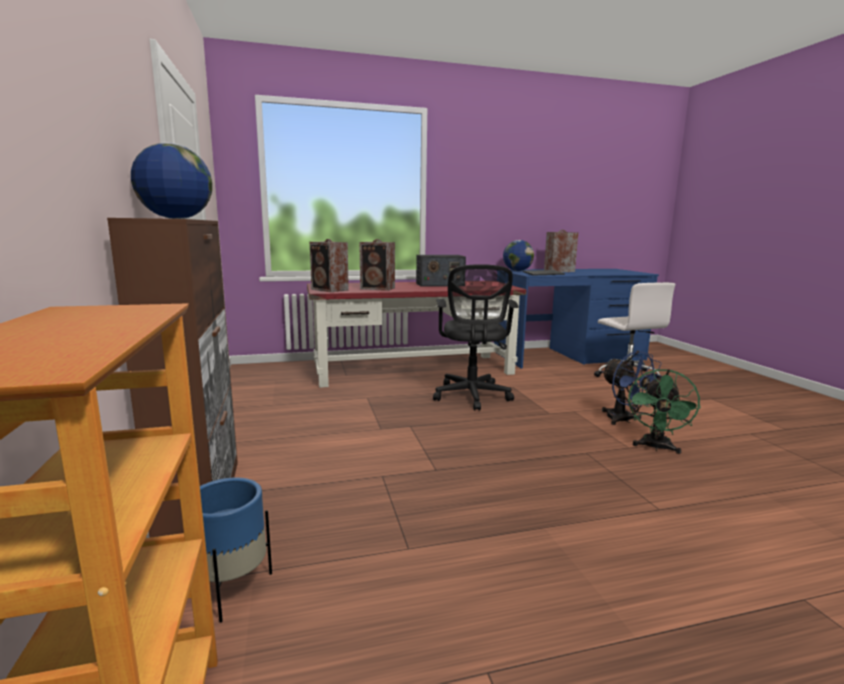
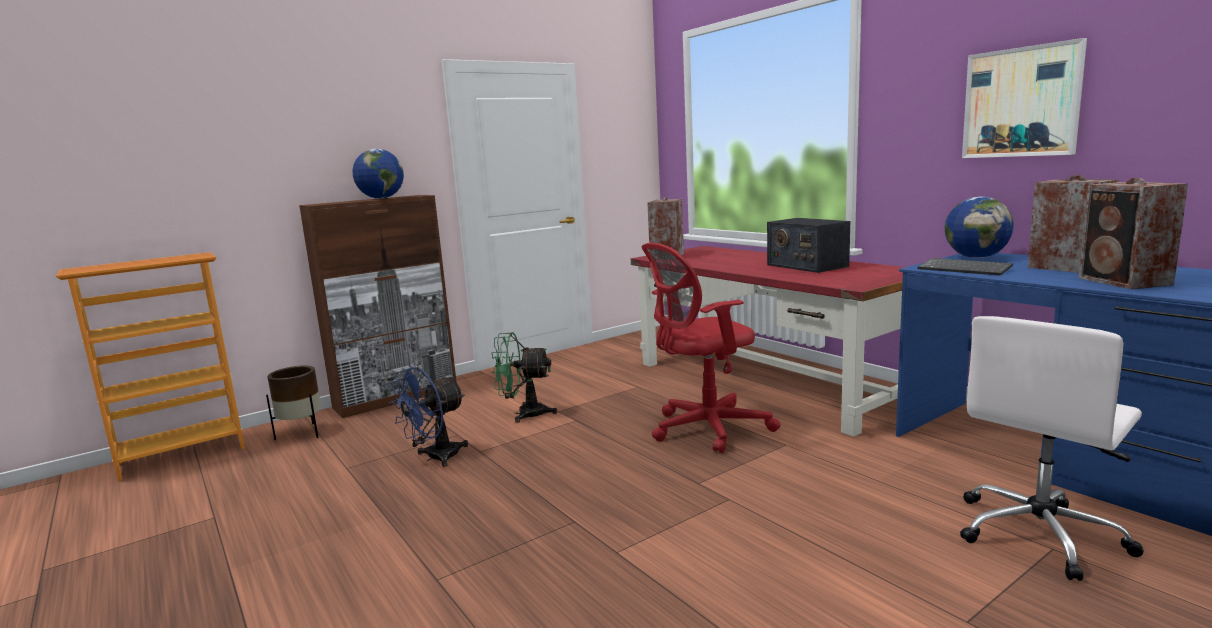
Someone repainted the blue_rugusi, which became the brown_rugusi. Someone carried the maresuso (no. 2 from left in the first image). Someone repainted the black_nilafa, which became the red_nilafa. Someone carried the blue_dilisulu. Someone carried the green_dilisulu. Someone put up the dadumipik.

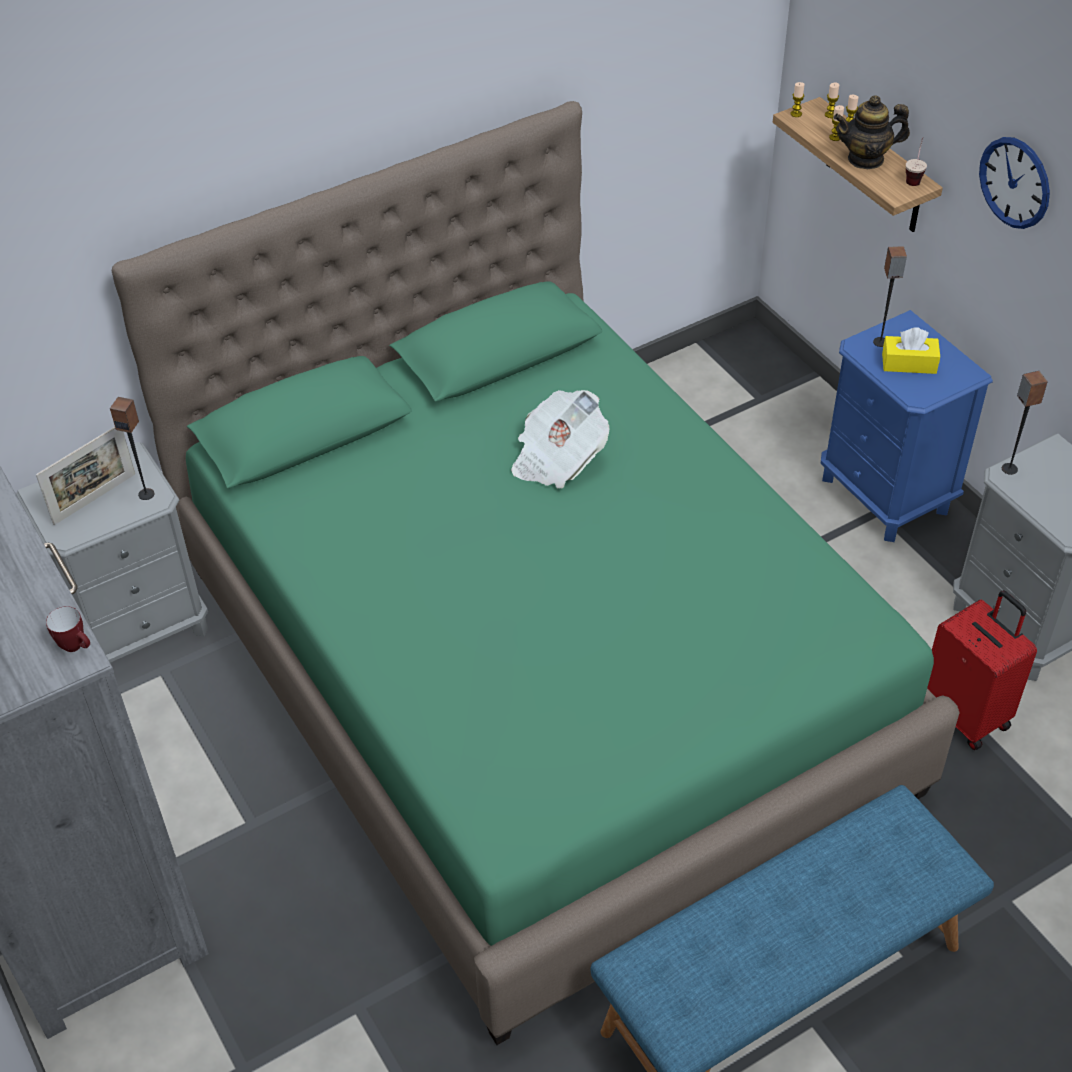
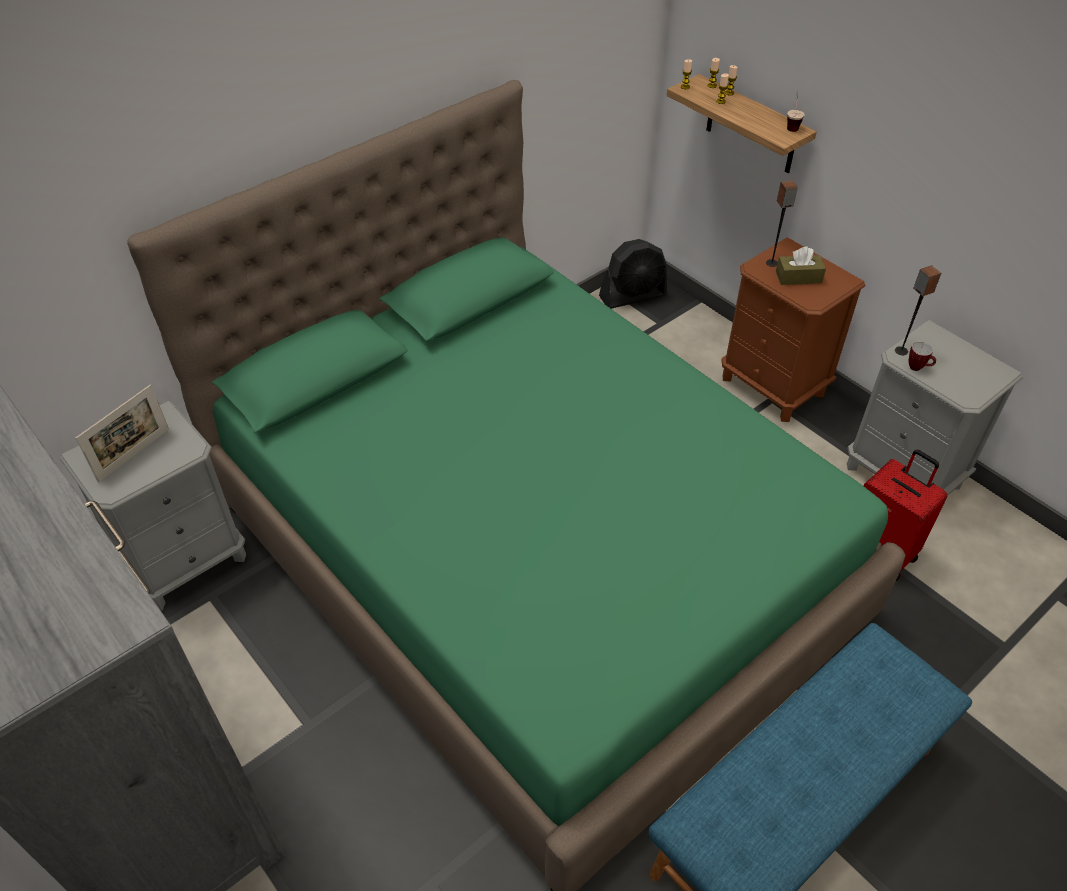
Someone carried the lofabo. Someone took away the maresuso (no. 1 from left). Someone took away the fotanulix. Someone repainted the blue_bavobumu, which became the brown_bavobumu. Someone took away the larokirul. Someone repainted the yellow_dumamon, which became the brown_dumamon. Someone took away the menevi. Someone put down the black_dilisulu.

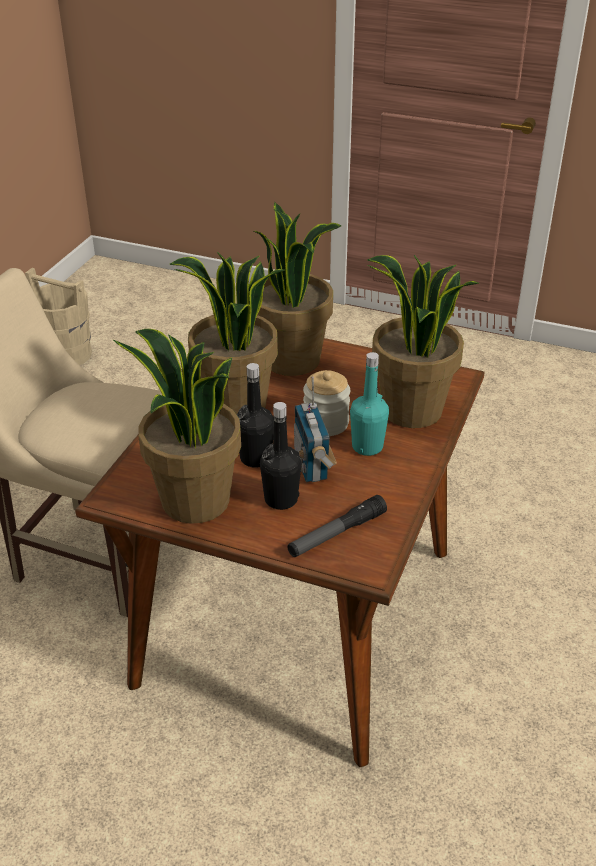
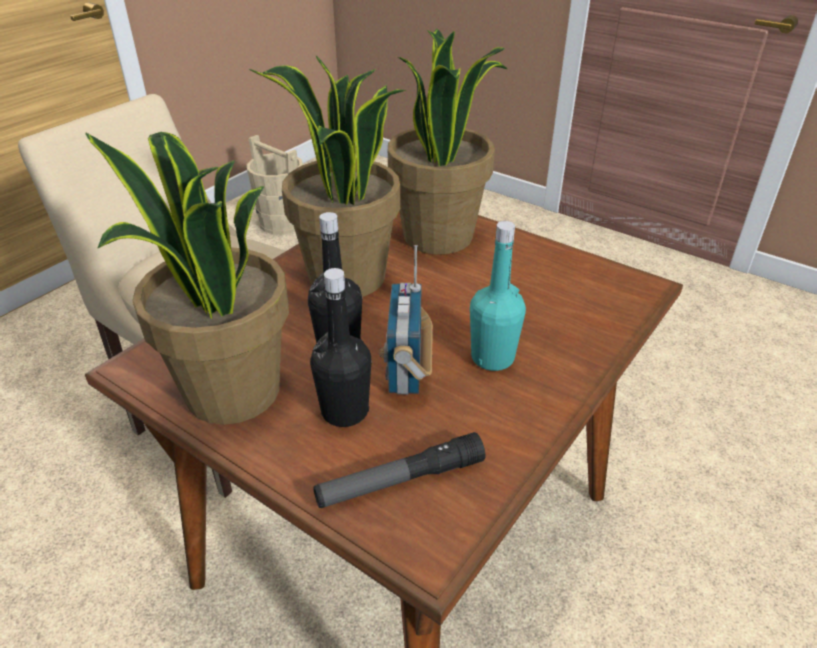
Someone took away the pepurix. Someone took away the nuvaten (no. 4 from left).

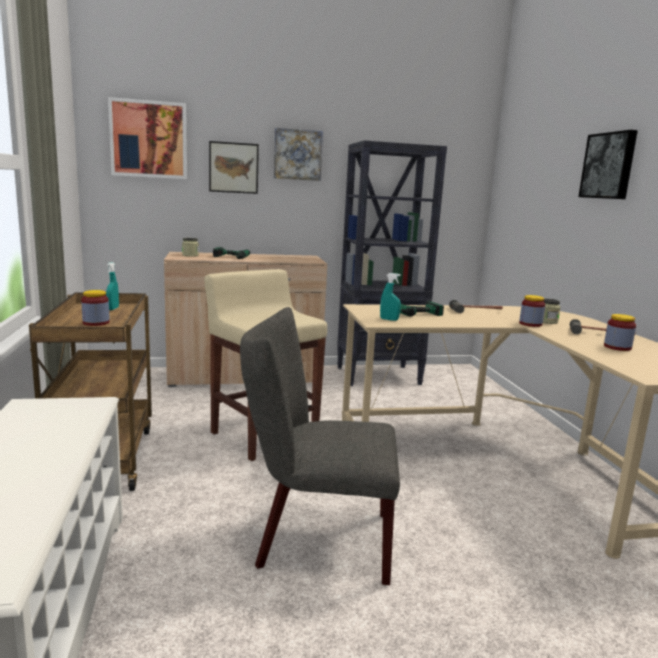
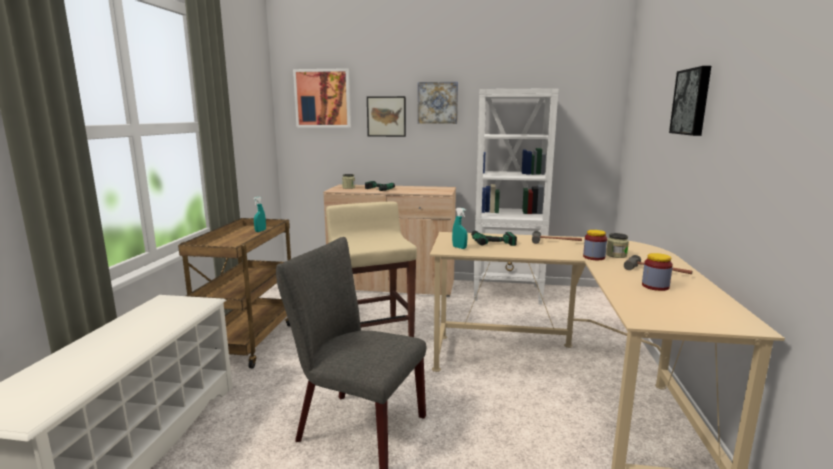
Someone took away the pepurix (no. 1 from left). Someone repainted the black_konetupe, which became the white_konetupe.

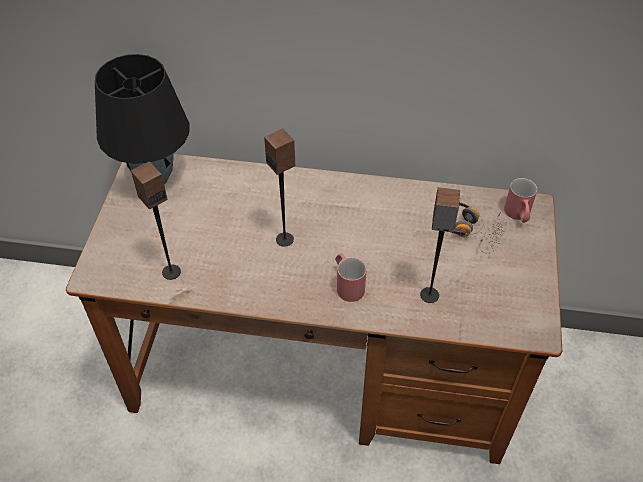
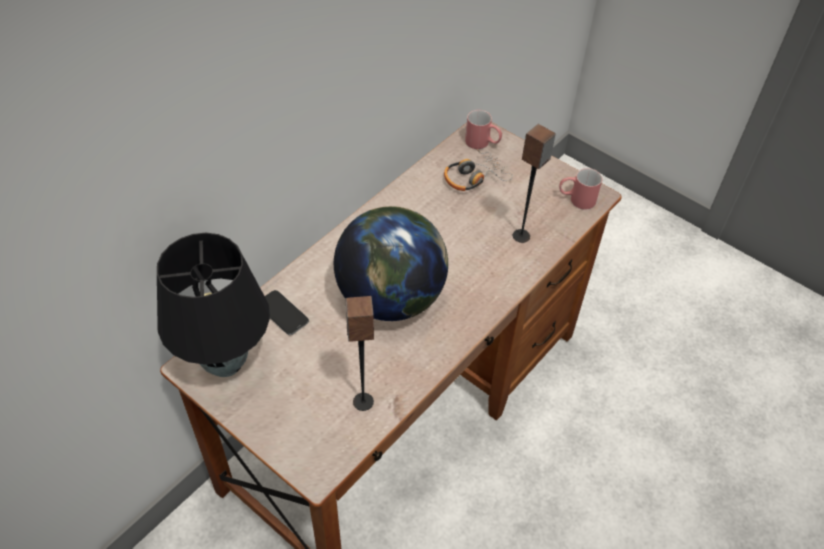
Someone swapped the maresuso (no. 2 from left) for the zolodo. Someone carried the red_lofabo (no. 1 from left in the first image). Someone put down the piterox.

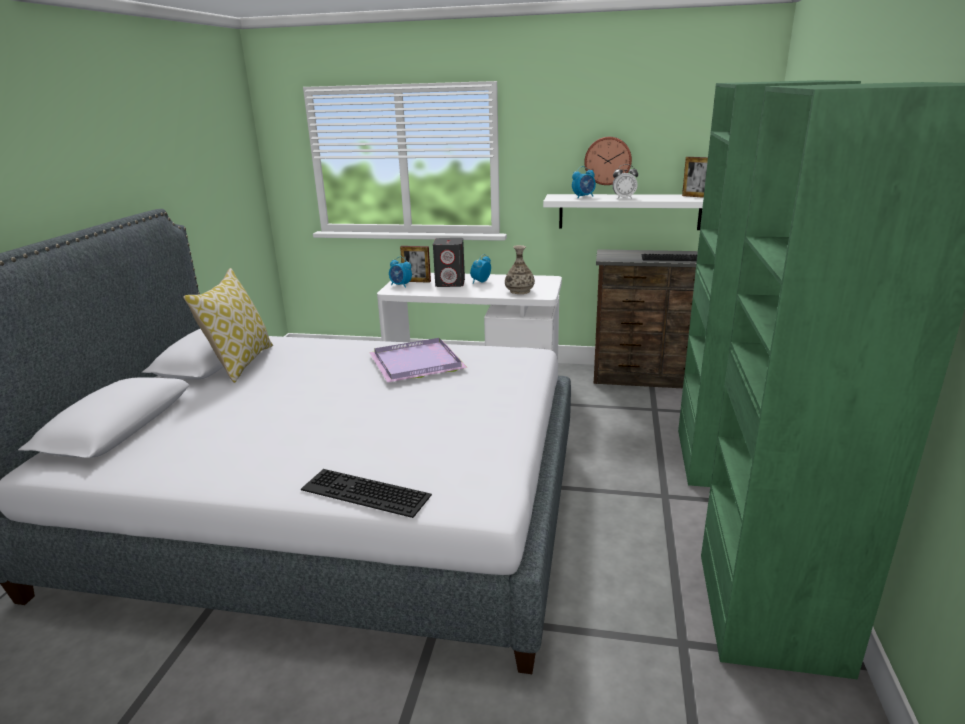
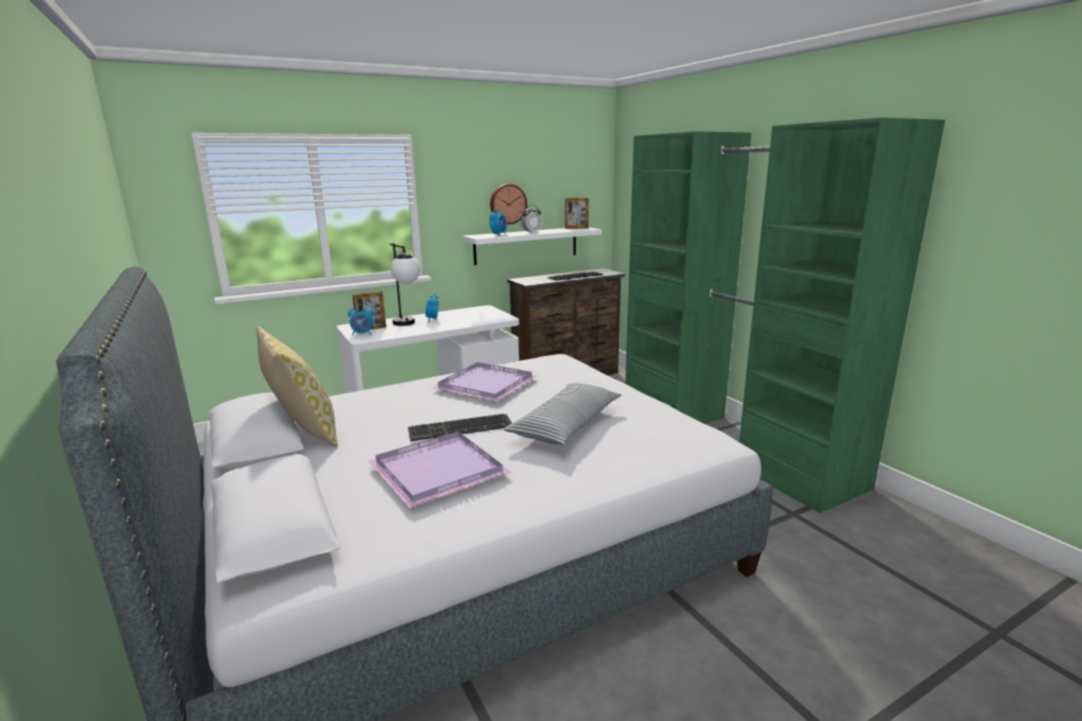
Someone carried the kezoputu (no. 1 from left). Someone swapped the grey_maresuso for the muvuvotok. Someone took away the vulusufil. Someone put down the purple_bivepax (no. 1 from left). Someone put down the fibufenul (no. 2 from left).

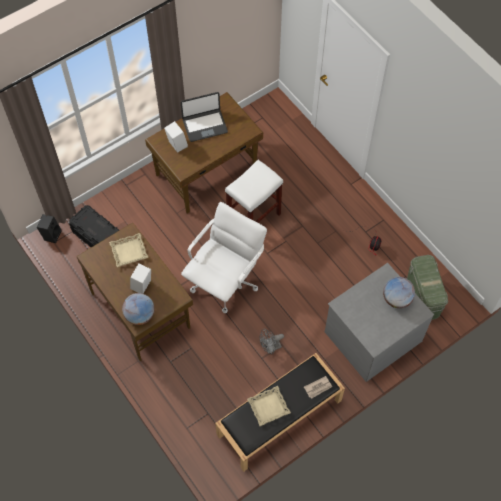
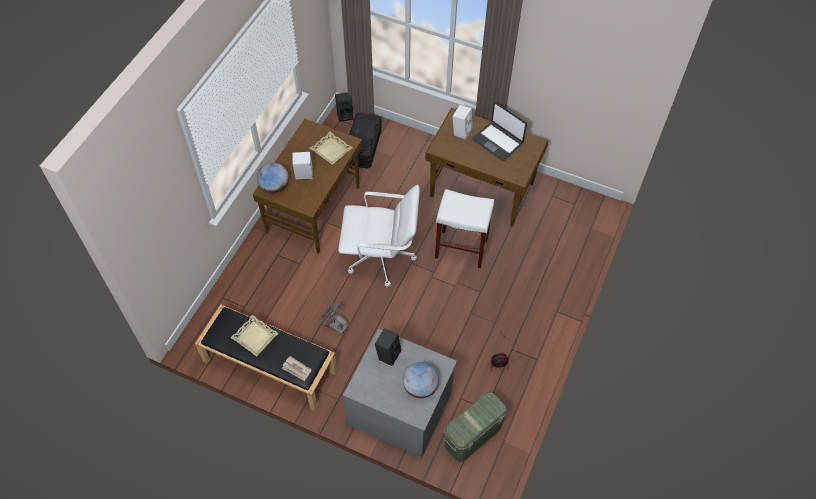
Someone put down the black_maresuso (no. 2 from left).

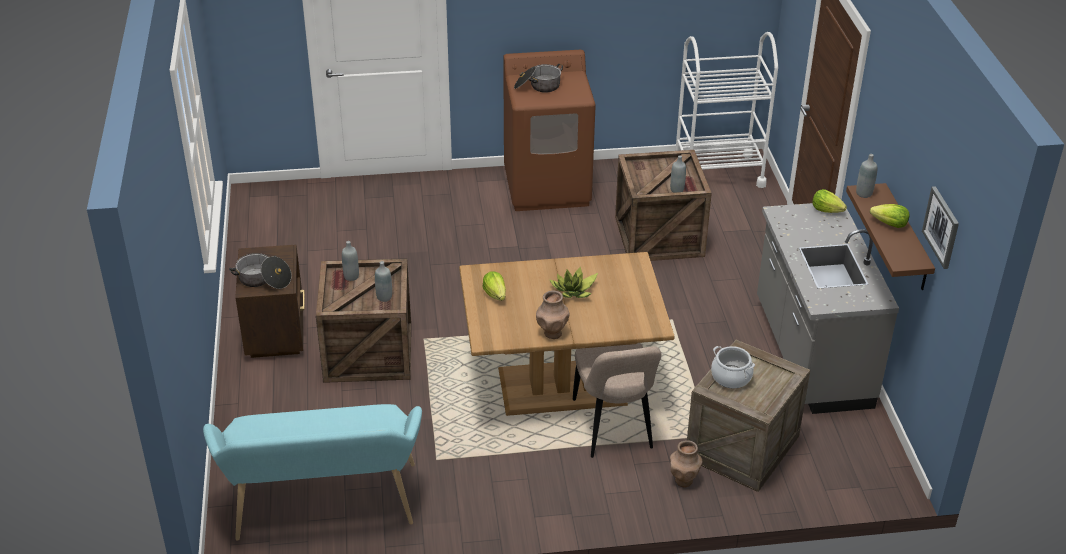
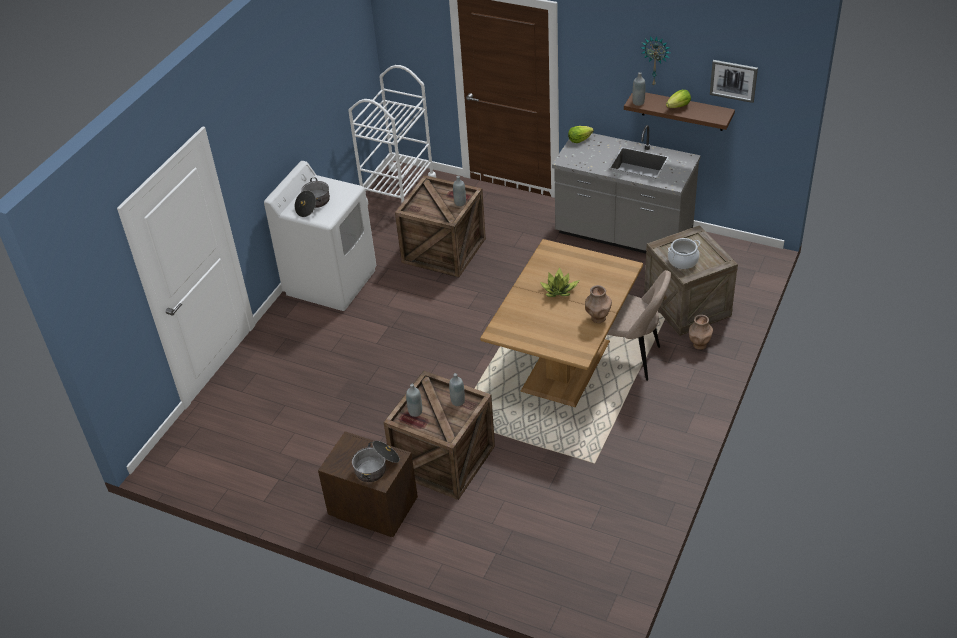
Someone took away the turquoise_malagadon. Someone took away the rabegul (no. 1 from left). Someone repainted the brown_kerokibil, which became the white_kerokibil. Someone put up the menevi.

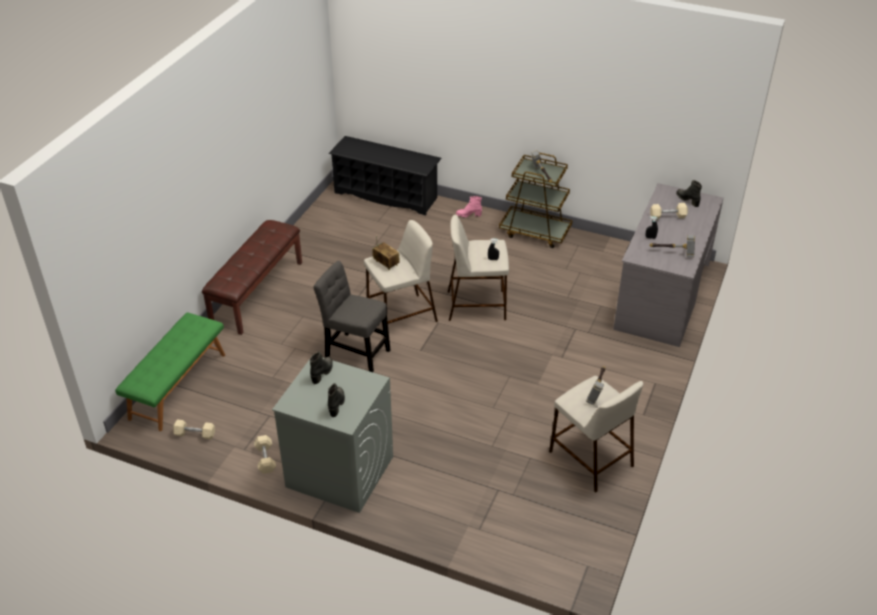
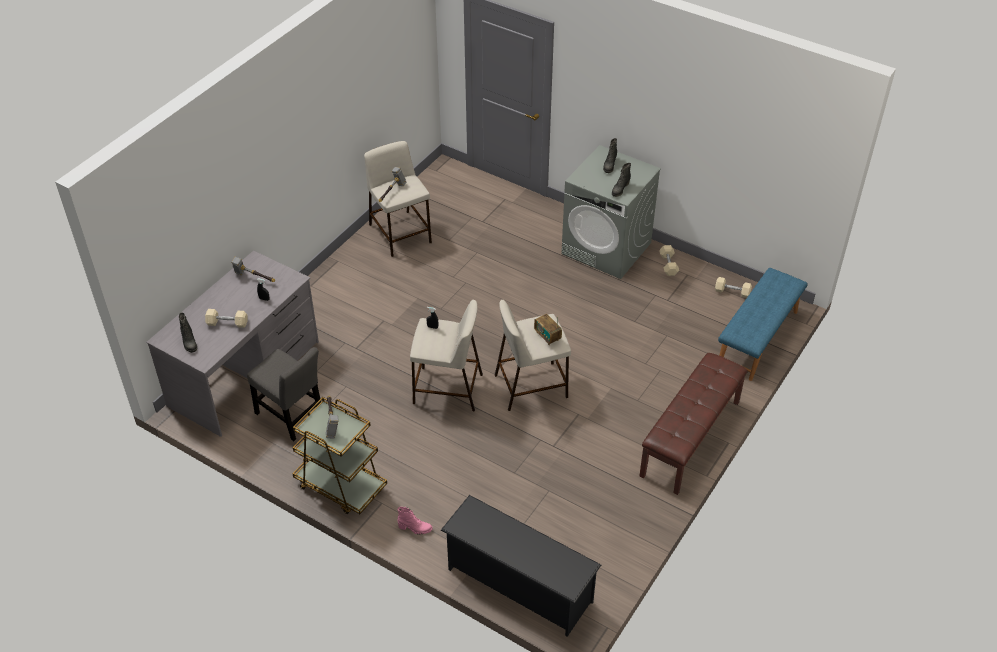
Someone repainted the green_malagadon, which became the blue_malagadon. Someone carried the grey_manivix.

